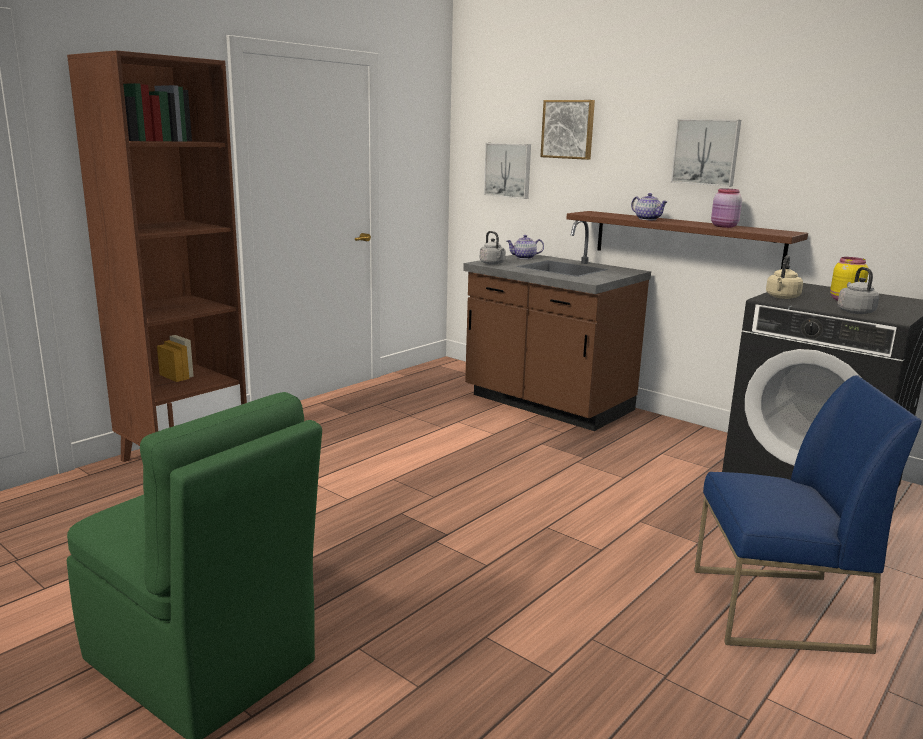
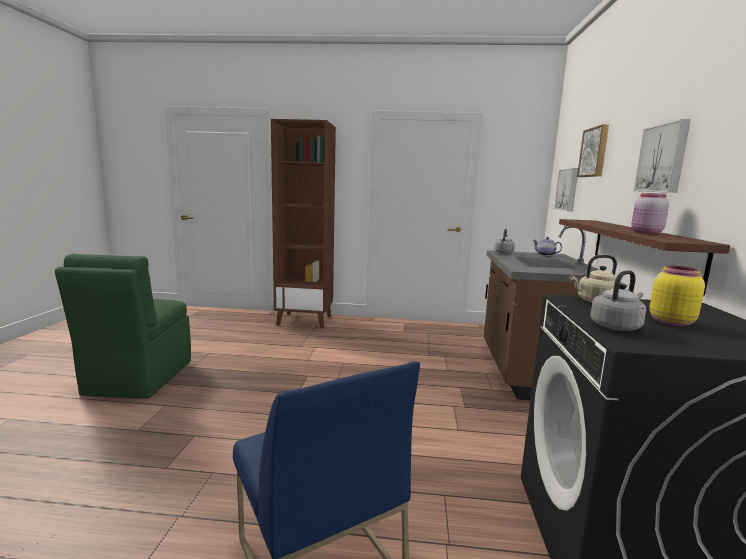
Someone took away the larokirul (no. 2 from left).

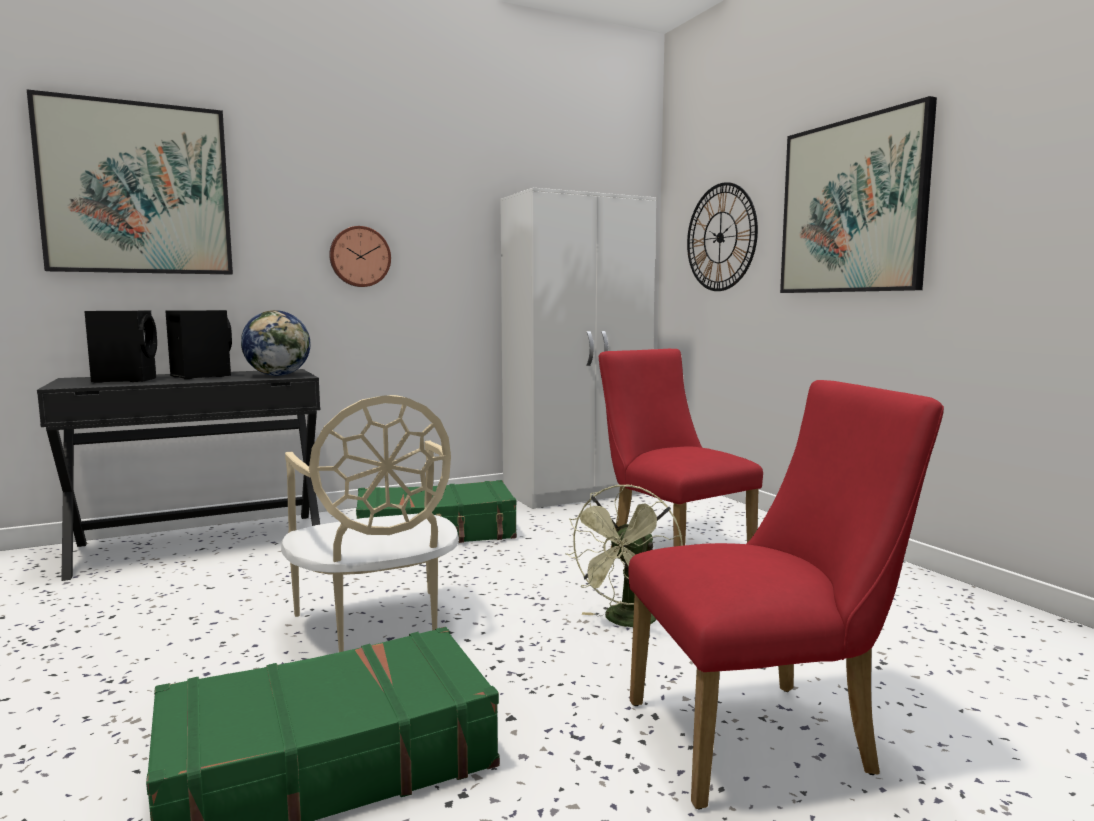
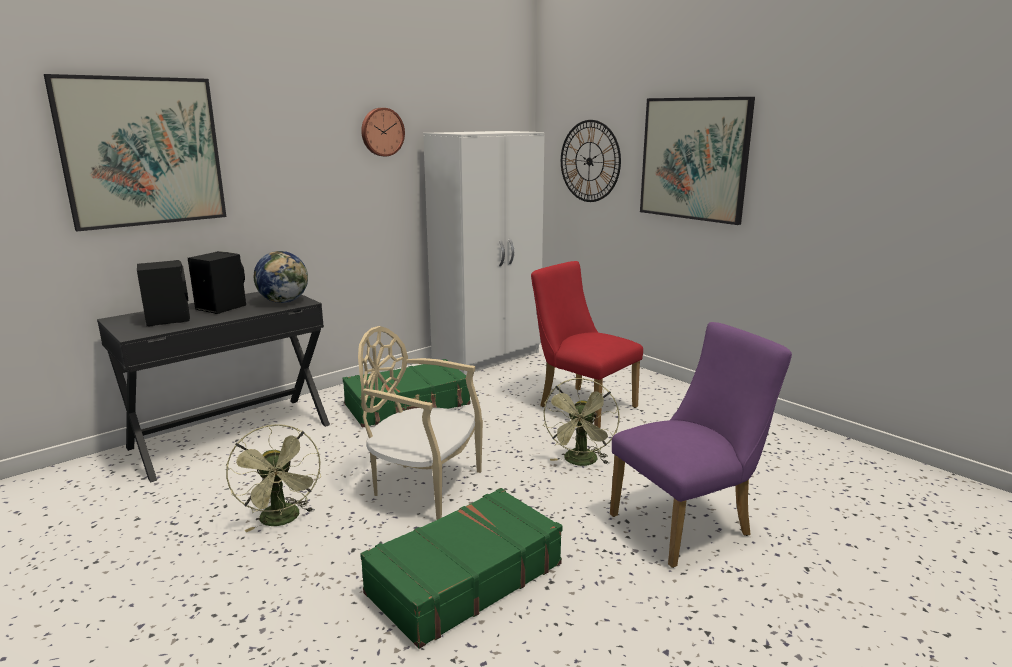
Someone rotated the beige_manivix by 150 degrees clockwise. Someone carried the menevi (no. 1 from left). Someone repainted the red_manivix (no. 2 from left), which became the purple_manivix. Someone put down the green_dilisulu (no. 1 from left).

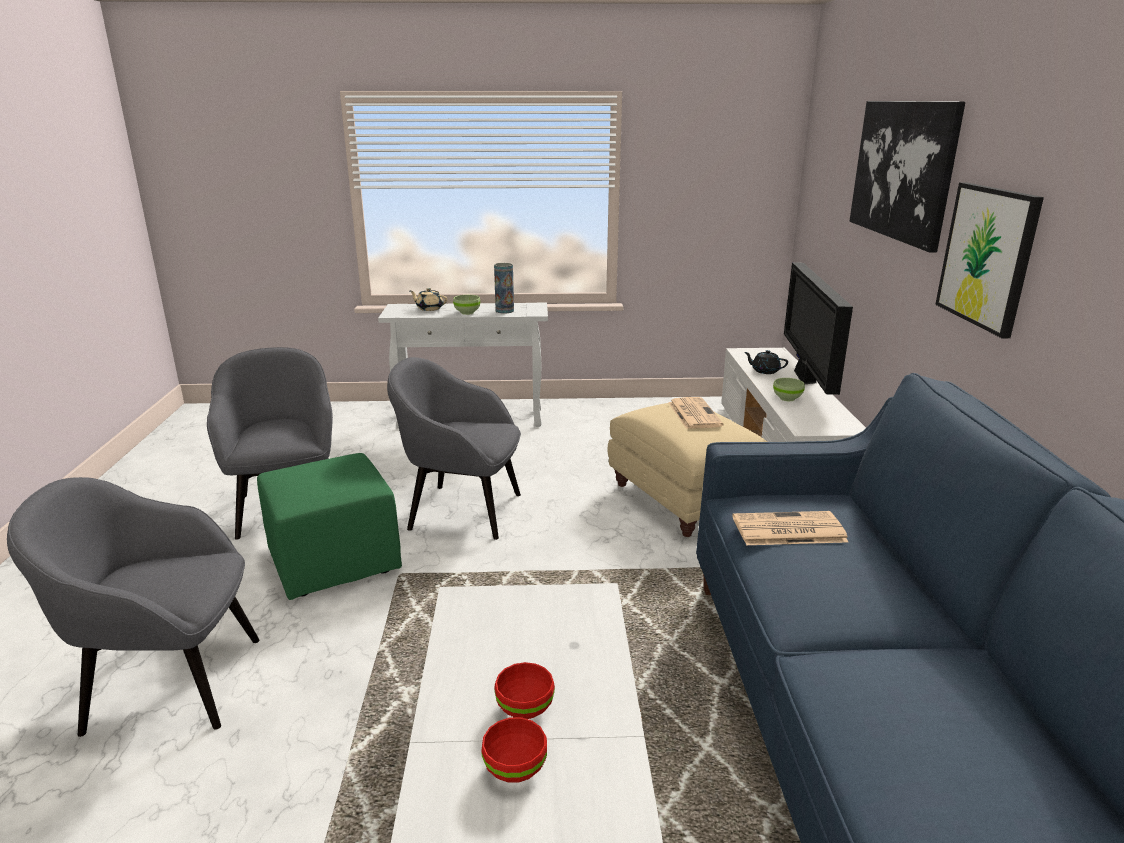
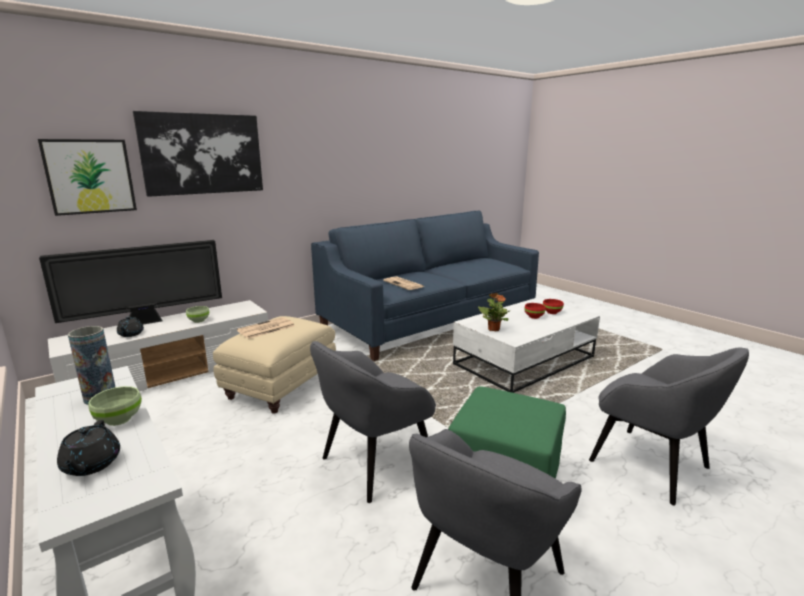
Someone rotated the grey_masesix (no. 3 from left in the first image) by 75 degrees clockwise. Someone repainted the beige_larokirul, which became the black_larokirul (no. 1 from left). Someone carried the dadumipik (no. 2 from left in the first image). Someone put down the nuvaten.

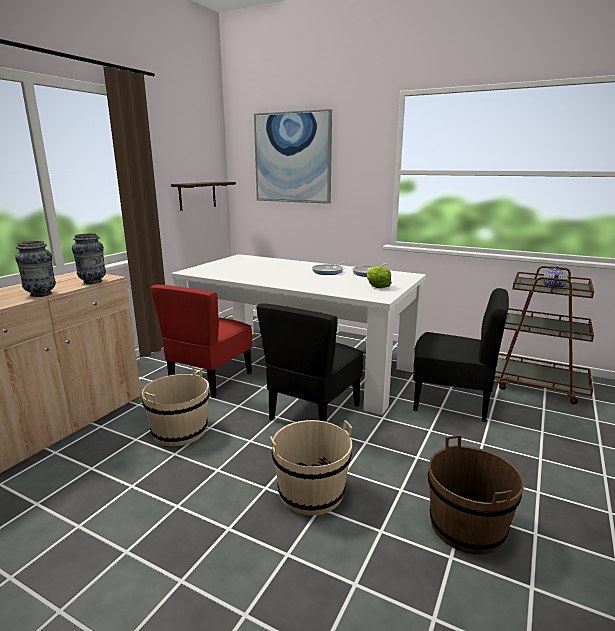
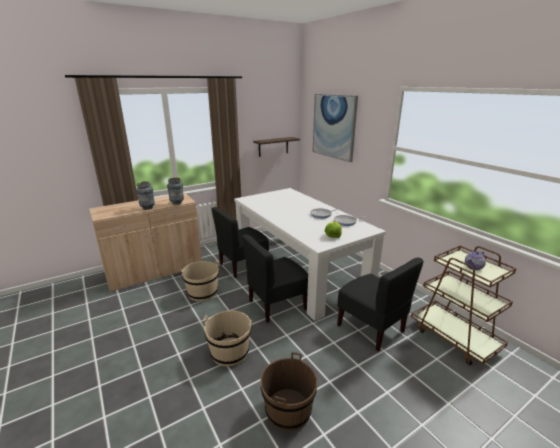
Someone repainted the red_manivix, which became the black_manivix (no. 1 from left).

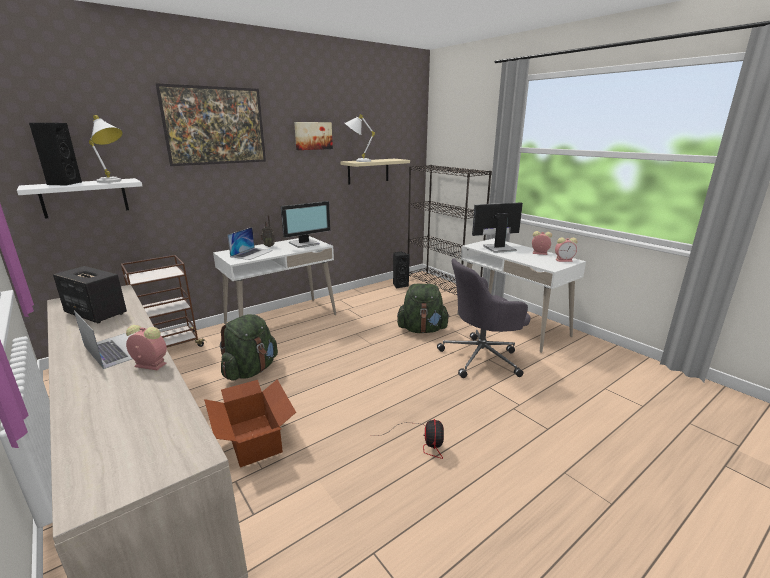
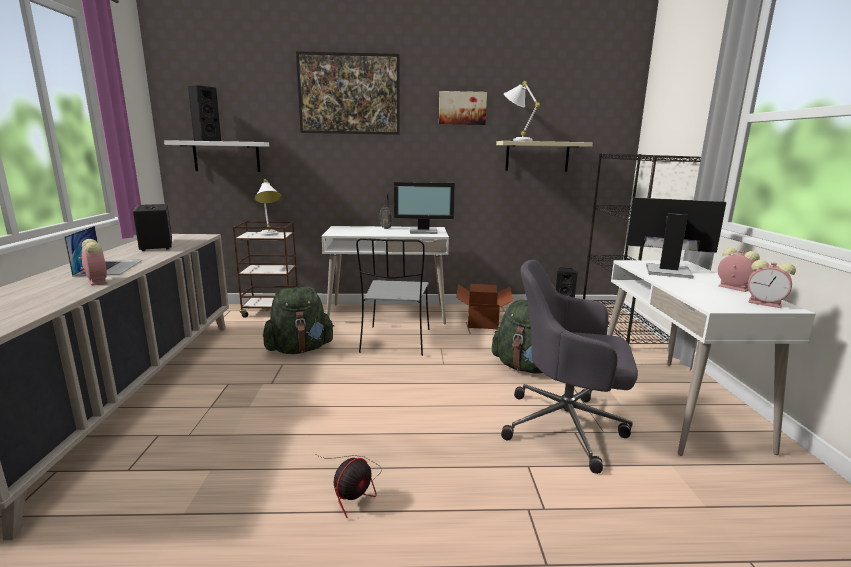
Someone carried the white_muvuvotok (no. 1 from left). Someone carried the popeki. Someone took away the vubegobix (no. 2 from left). Someone put down the grey_manivix.

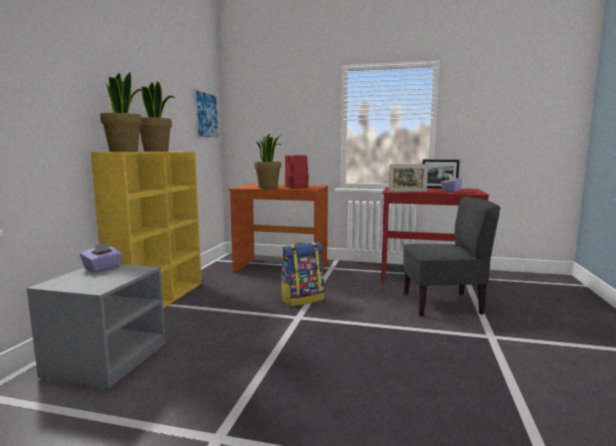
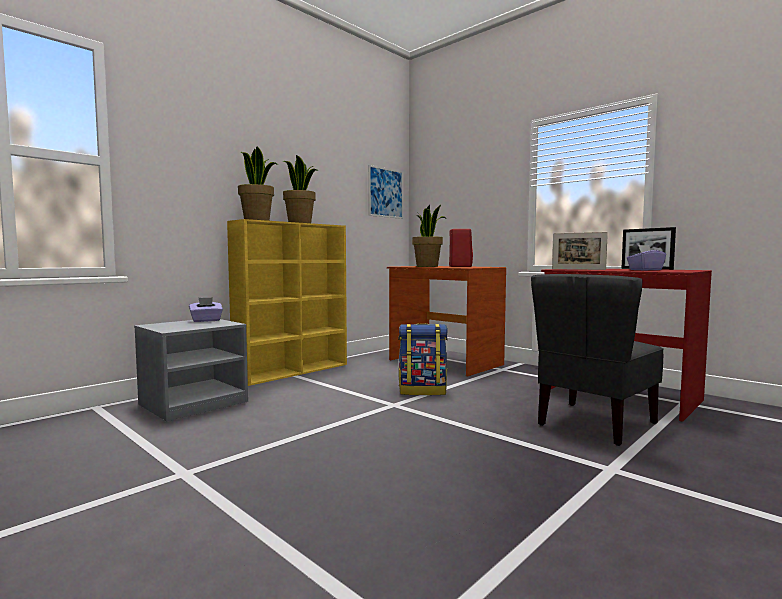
Someone rotated the grey_manivix by 105 degrees clockwise.

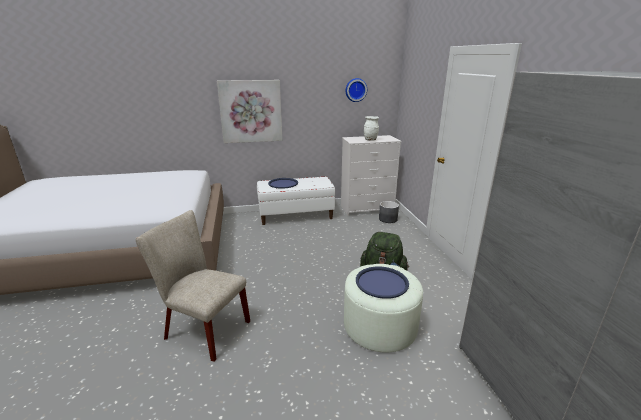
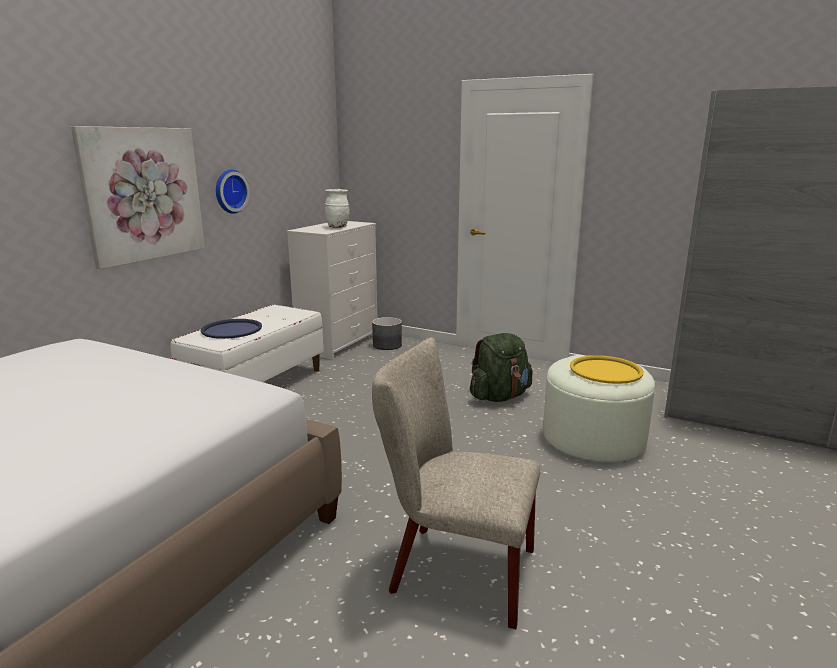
Someone rotated the beige_manivix by 45 degrees clockwise. Someone carried the menevi. Someone repainted the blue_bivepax (no. 2 from left), which became the yellow_bivepax.

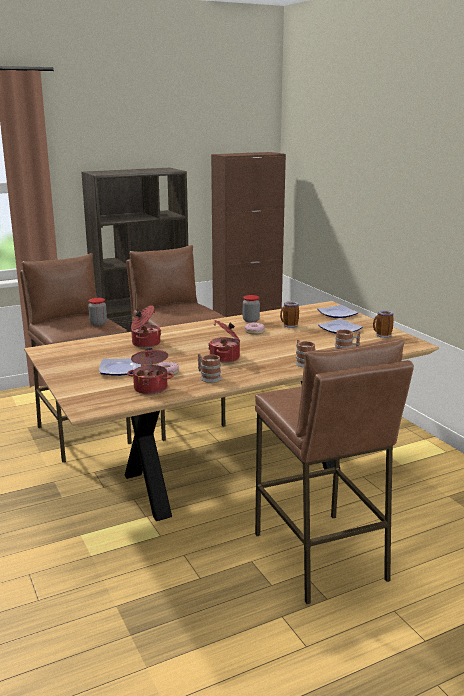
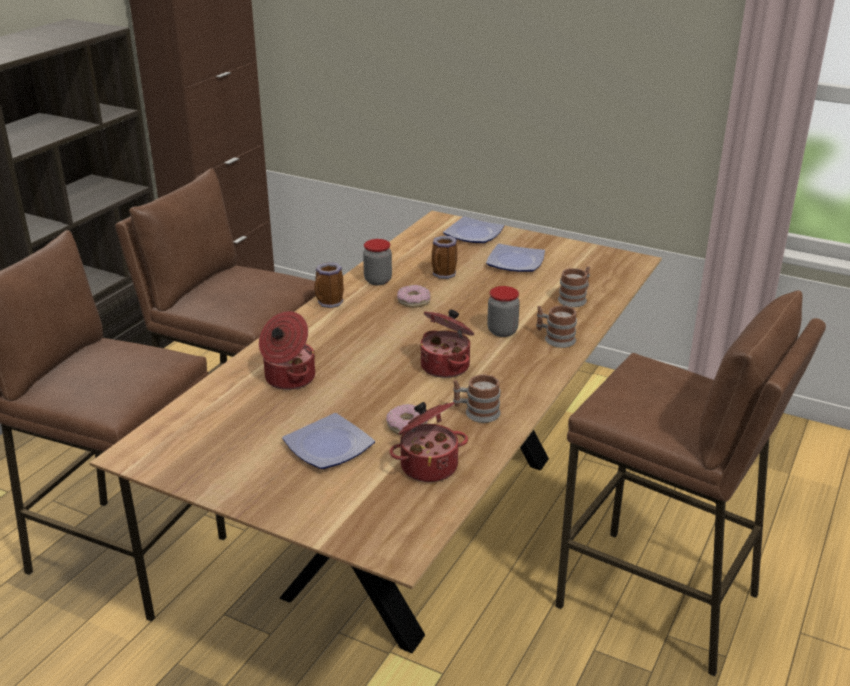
Someone carried the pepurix (no. 1 from left in the first image). Someone carried the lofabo (no. 5 from left in the first image).

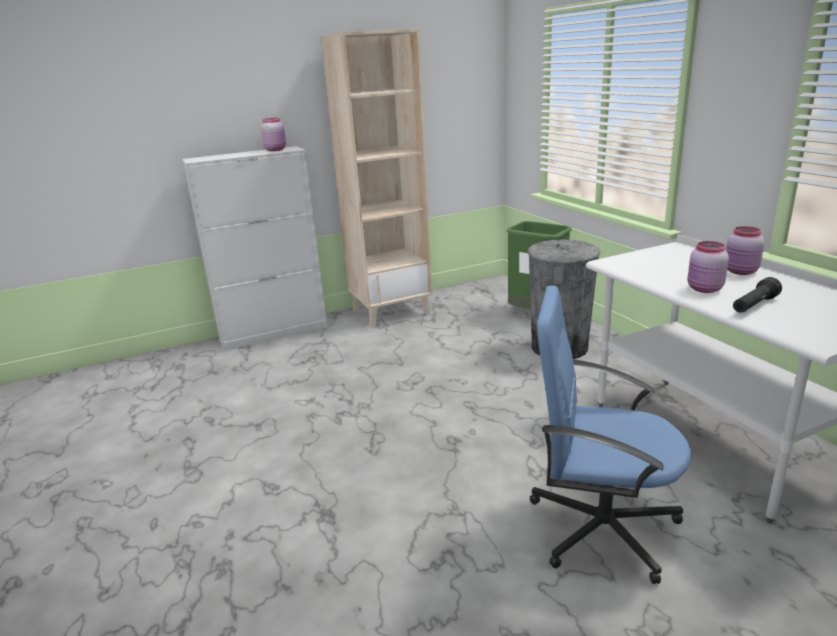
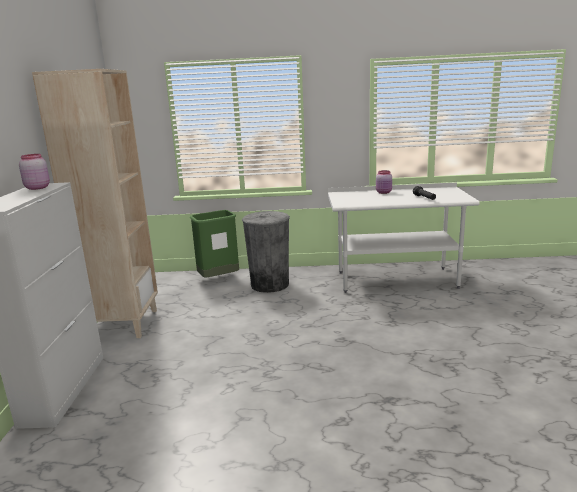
Someone took away the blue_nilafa. Someone took away the pink_pepurix (no. 2 from left).

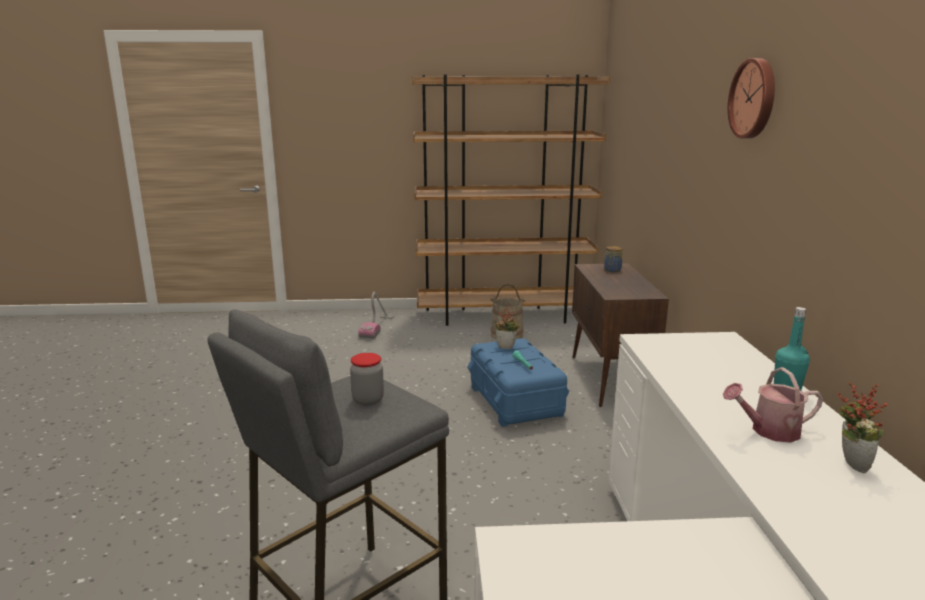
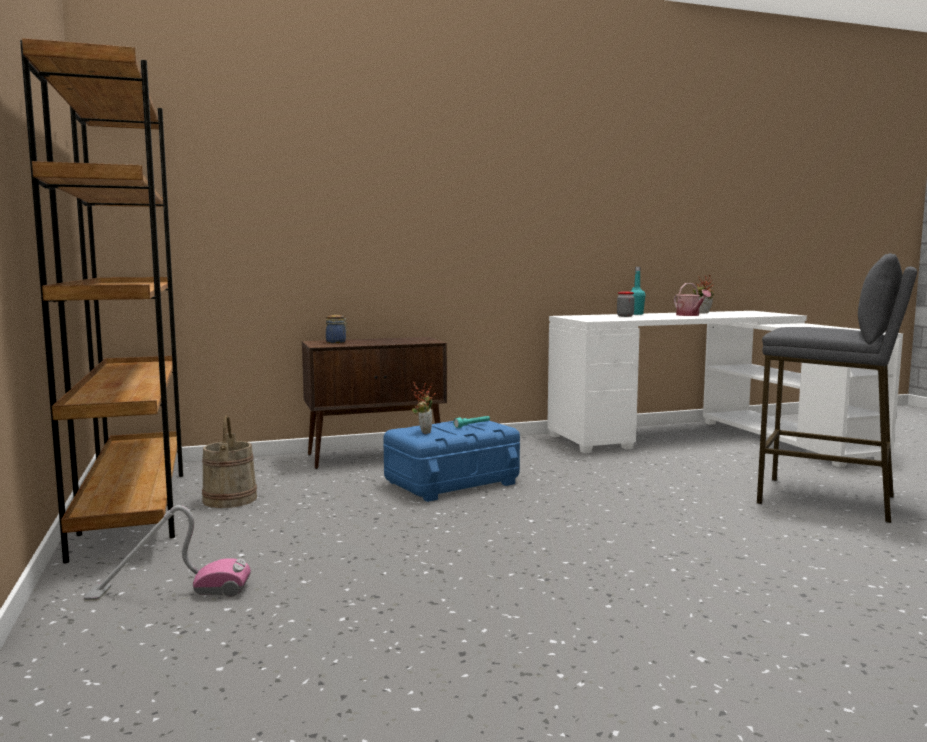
Someone carried the pepurix (no. 1 from left in the first image). Someone took away the menevi.

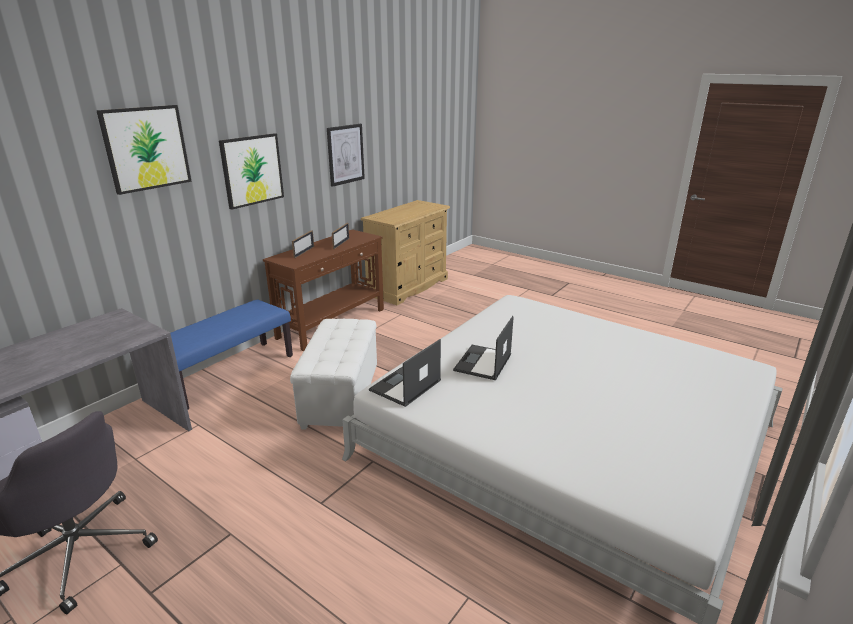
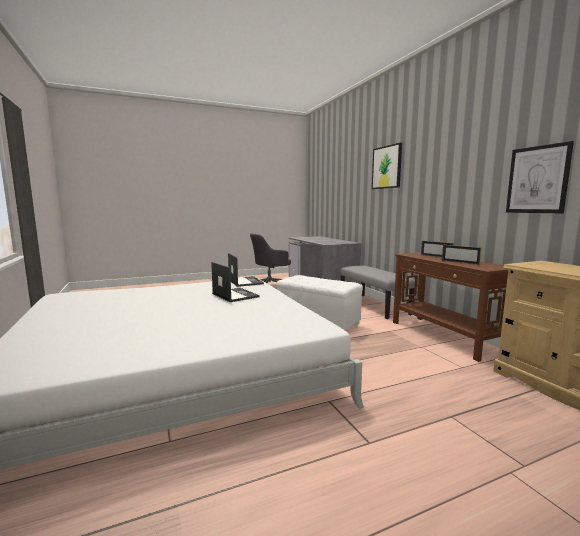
Someone repainted the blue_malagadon, which became the grey_malagadon. Someone took away the dadumipik (no. 2 from left).

